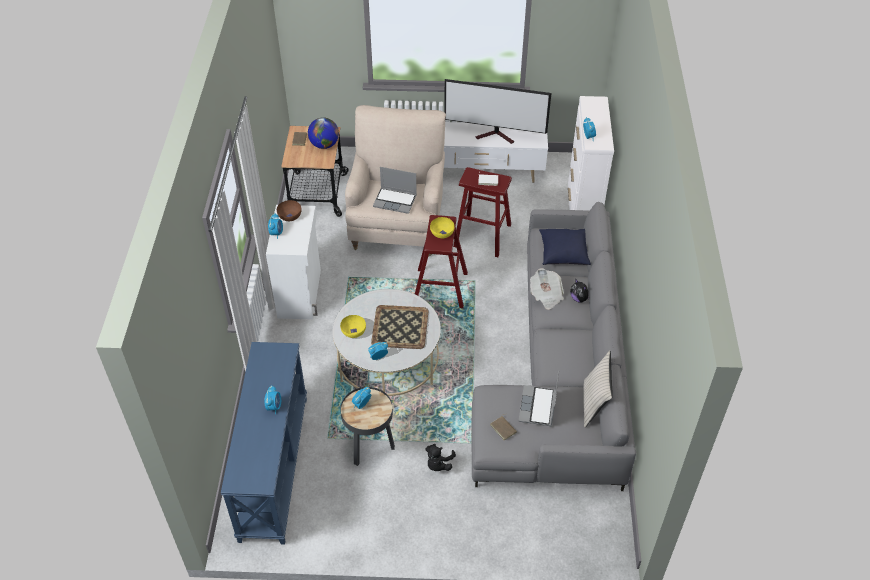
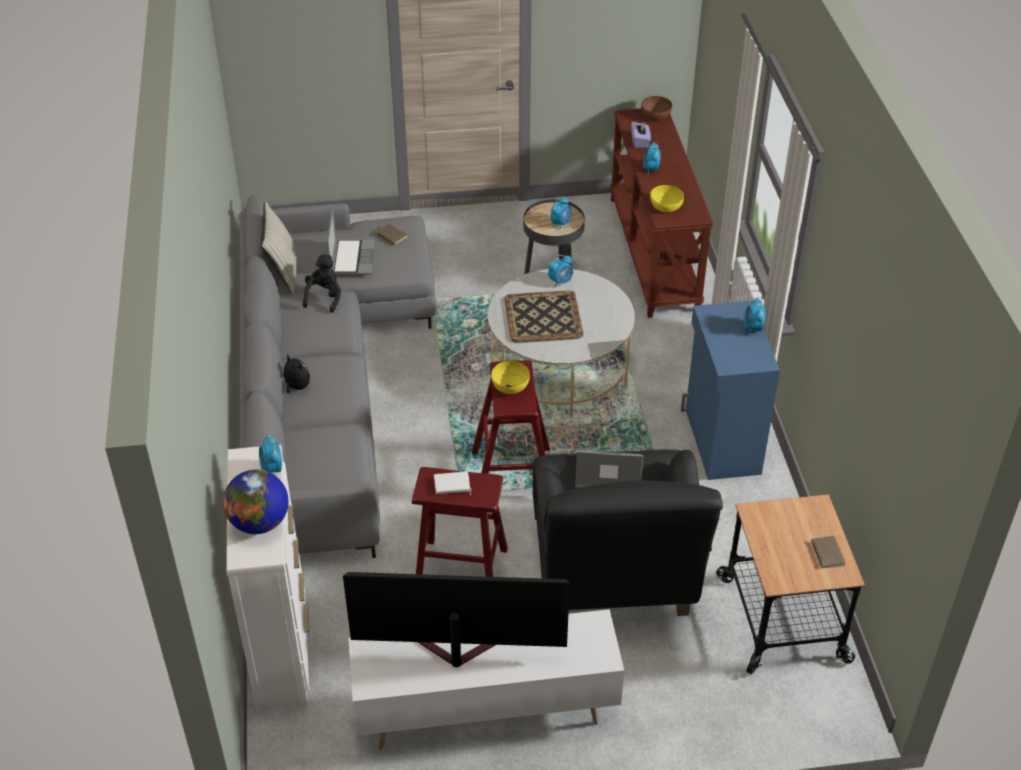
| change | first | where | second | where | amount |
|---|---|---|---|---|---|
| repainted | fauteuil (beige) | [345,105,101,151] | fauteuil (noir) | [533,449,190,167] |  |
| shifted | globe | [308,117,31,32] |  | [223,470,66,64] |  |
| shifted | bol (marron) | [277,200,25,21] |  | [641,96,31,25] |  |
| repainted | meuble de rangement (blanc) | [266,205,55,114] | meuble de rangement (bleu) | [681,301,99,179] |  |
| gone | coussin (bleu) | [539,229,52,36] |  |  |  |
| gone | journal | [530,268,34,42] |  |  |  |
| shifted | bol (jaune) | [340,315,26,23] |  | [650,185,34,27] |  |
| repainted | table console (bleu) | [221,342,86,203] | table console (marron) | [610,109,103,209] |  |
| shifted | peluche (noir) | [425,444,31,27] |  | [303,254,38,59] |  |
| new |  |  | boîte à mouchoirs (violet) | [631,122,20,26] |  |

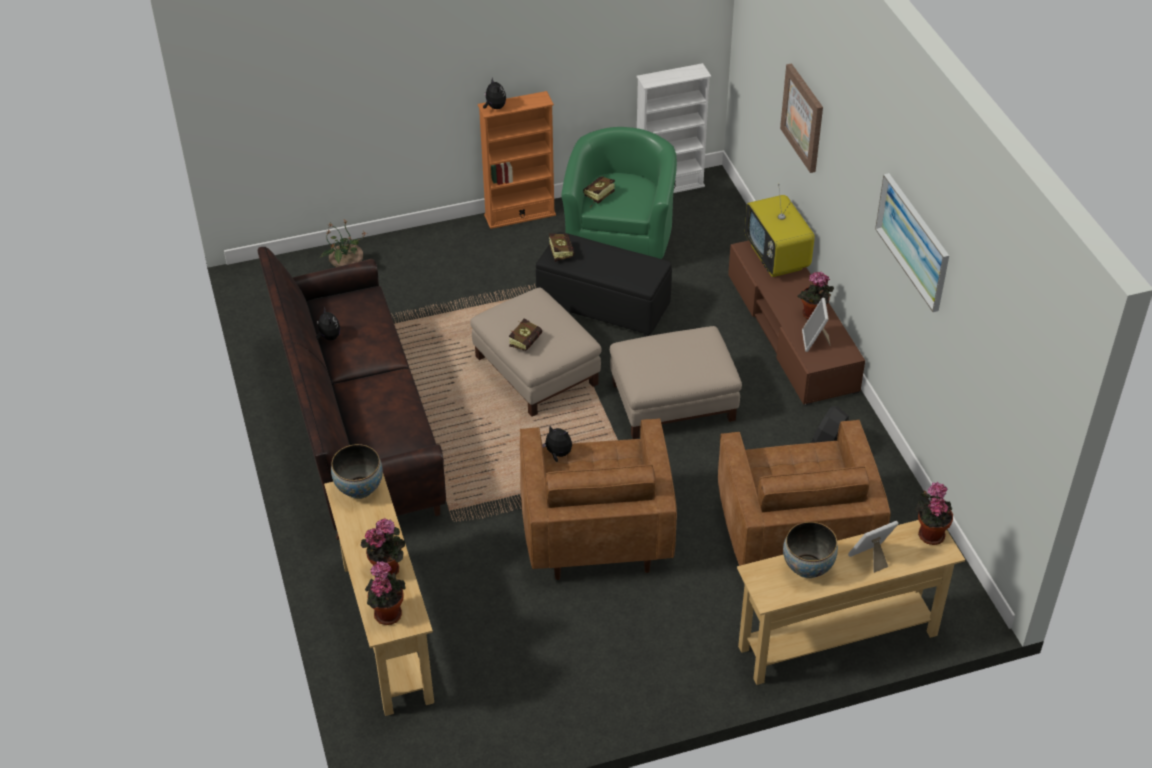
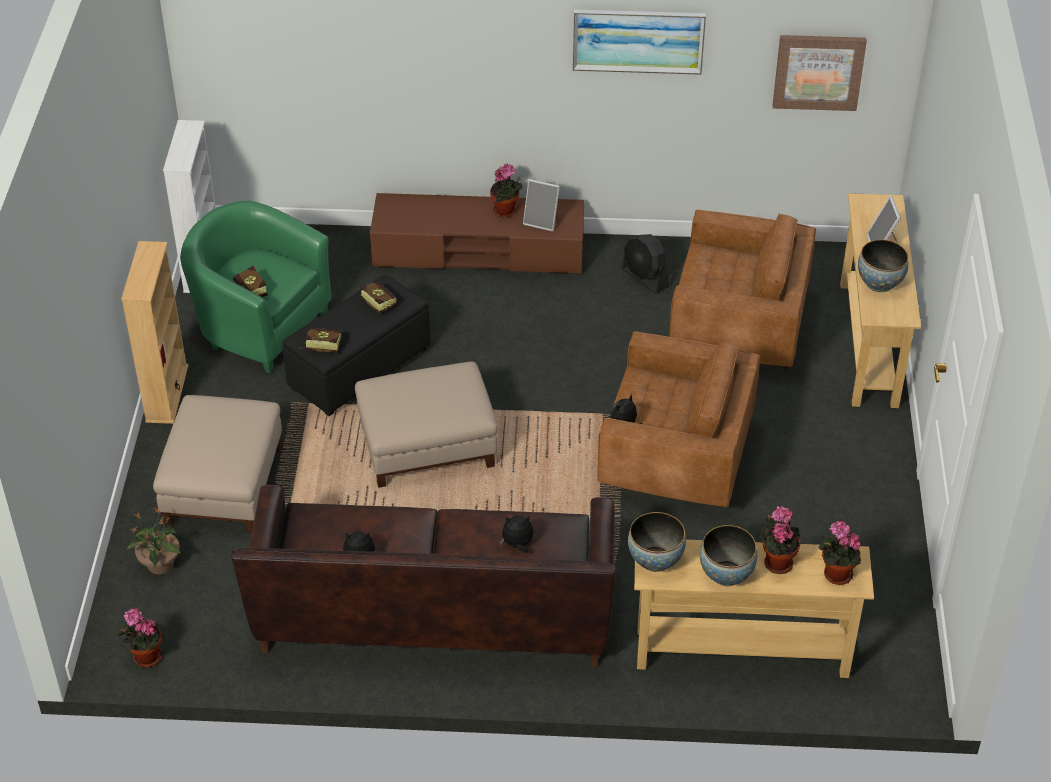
| change | first | where | second | where | amount |
|---|---|---|---|---|---|
| shifted | tableau | [780,63,43,110] |  | [773,35,94,76] |  |
| shifted | peluche | [483,77,23,32] |  | [500,516,33,37] |  |
| repainted | bibliothèque (orange) | [478,91,78,138] | bibliothèque (beige) | [121,241,67,183] |  |
| gone | téléviseur | [745,184,70,93] |  |  |  |
| shifted | livre | [509,318,33,33] |  | [360,281,38,34] |  |
| shifted | pouf (beige) | [610,326,132,113] |  | [153,395,129,138] |  |
| shifted | plante en pot | [916,482,37,63] |  | [118,608,44,59] |  |
| new |  |  | bol | [700,525,57,61] |  |

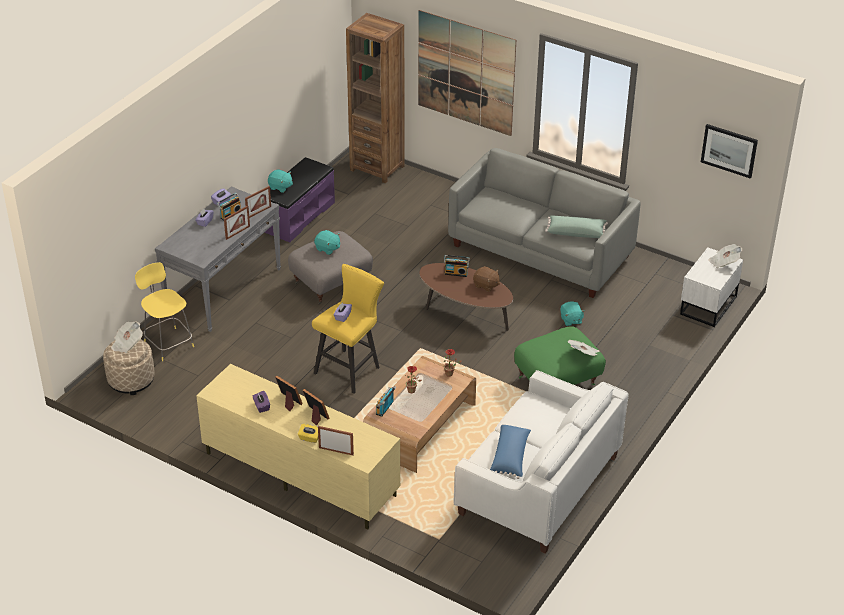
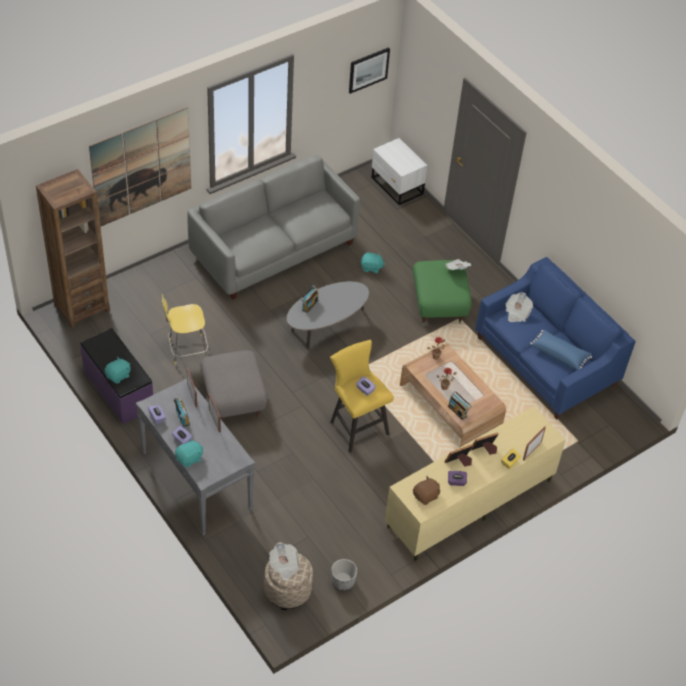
| change | first | where | second | where | amount |
|---|---|---|---|---|---|
| gone | coussin (vert) | [545,216,63,22] |  |  |  |
| shifted | peluche (turquoise) | [314,230,26,25] |  | [175,438,28,29] |  |
| shifted | journal | [708,244,35,24] |  | [506,292,27,30] |  |
| shifted | tabouret (jaune) | [135,262,59,99] |  | [162,294,46,71] |  |
| repainted | table basse (marron) | [419,263,94,68] | table basse (gris) | [286,281,83,69] |  |
| shifted | peluche (marron) | [473,266,27,26] |  | [413,476,28,29] |  |
| repainted | canapé (blanc) | [453,370,176,184] | canapé (bleu) | [475,257,161,162] |  |
| new |  |  | cache-pot | [331,559,26,31] |  |

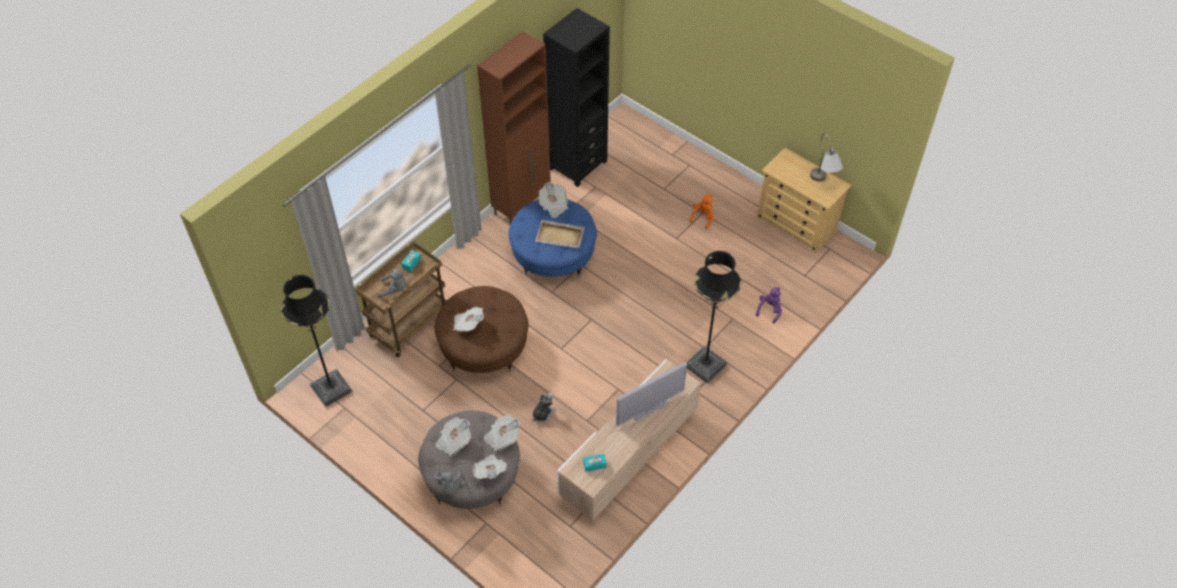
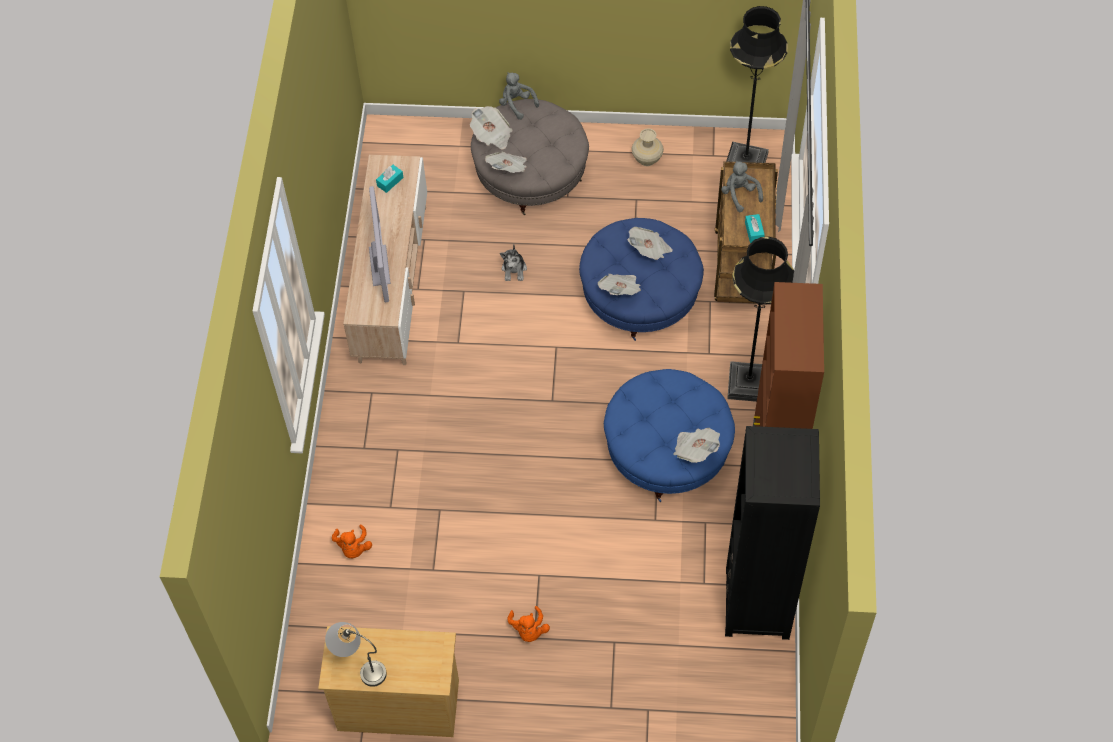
| change | first | where | second | where | amount |
|---|---|---|---|---|---|
| gone | plateau (beige) | [535,220,50,28] |  |  |  |
| shifted | lampadaire (noir) | [686,251,55,133] |  | [727,237,67,165] |  |
| rotated | peluche (gris) | [377,269,29,28] |  | [721,160,42,52] | 90 degrees clockwise |
| repainted | pouf (marron) | [434,286,95,87] | pouf (bleu) | [579,218,125,123] |  |
| repainted | peluche (violet) | [756,287,26,37] | peluche (orange) | [332,525,40,34] |  |
| rotated | téléviseur | [616,362,71,64] |  | [369,186,22,116] | 150 degrees clockwise |
| shifted | journal | [435,417,36,39] |  | [598,274,43,21] |  |
| new |  |  | vase (beige) | [632,128,32,38] |  |

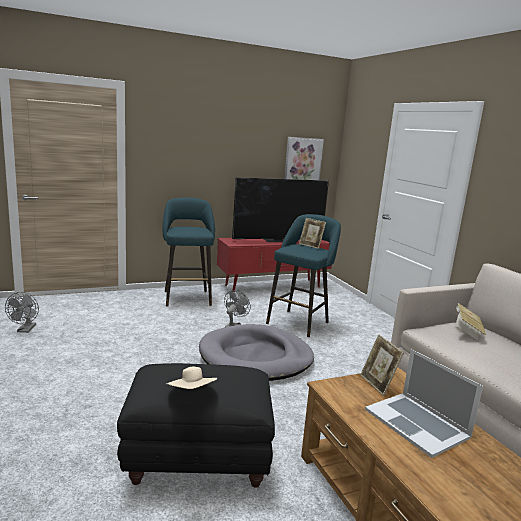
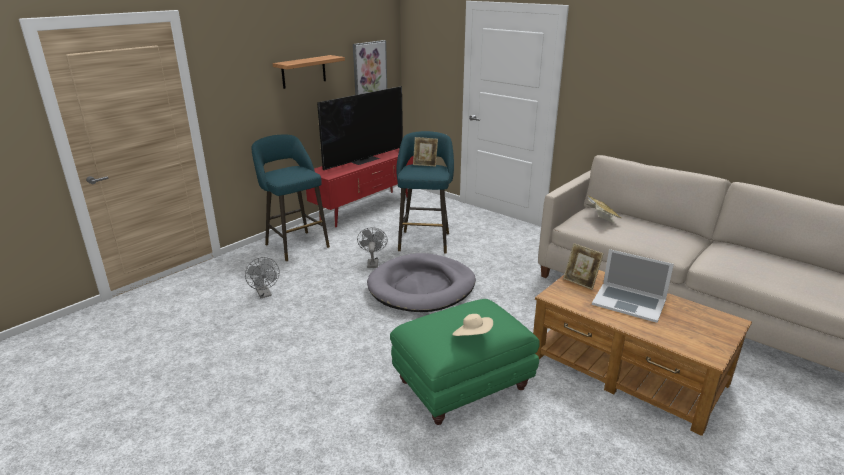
| change | first | where | second | where | amount |
|---|---|---|---|---|---|
| shifted | ventilateur (gris) | [5,292,34,41] |  | [245,257,35,41] |  |
| repainted | pouf (noir) | [117,363,158,125] | pouf (vert) | [390,299,149,126] |  |
| new |  |  | étagère | [273,55,72,34] |  |

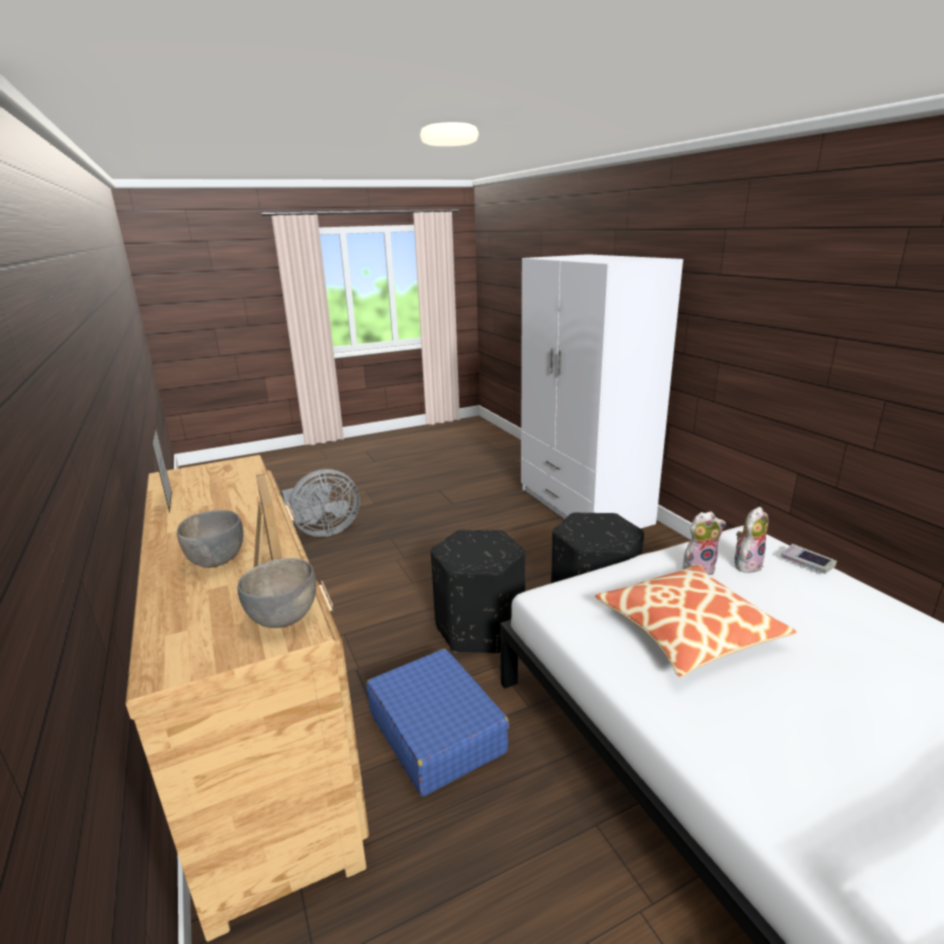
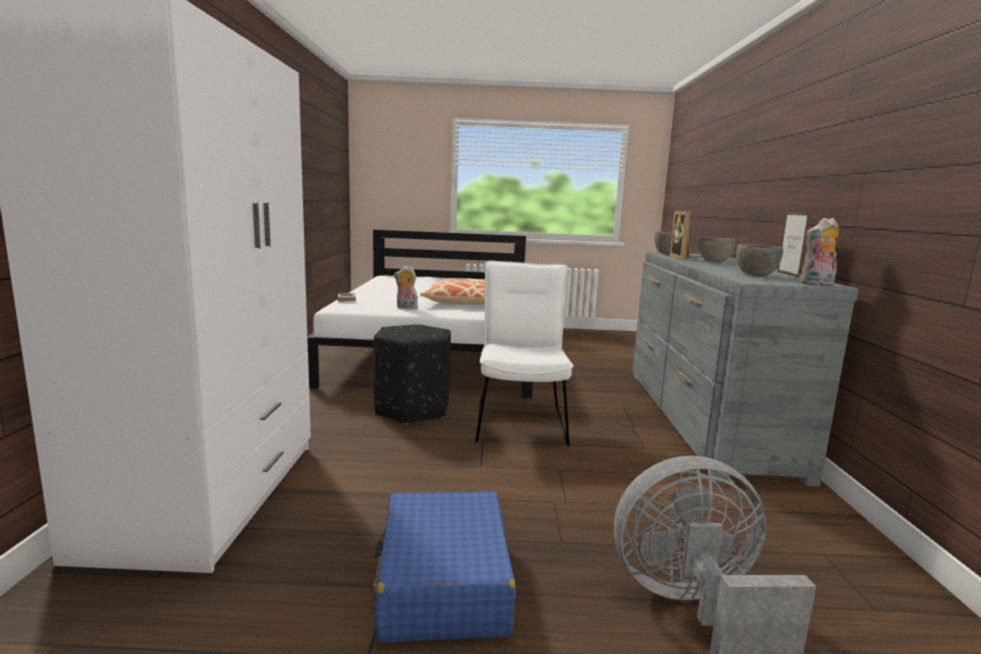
| change | first | where | second | where | amount |
|---|---|---|---|---|---|
| repainted | commode (marron) | [126,455,243,486] | commode (gris) | [633,252,225,235] |  |
| shifted | peluche | [734,507,35,66] |  | [800,218,39,67] |  |
| swapped | pouf (noir) | [431,530,94,123] | chaise (blanc) | [475,260,98,186] |  |
| shifted | valise (bleu) | [366,649,143,147] |  | [373,491,143,151] |  |
| new |  |  | bol (gris) | [736,244,47,32] |  |

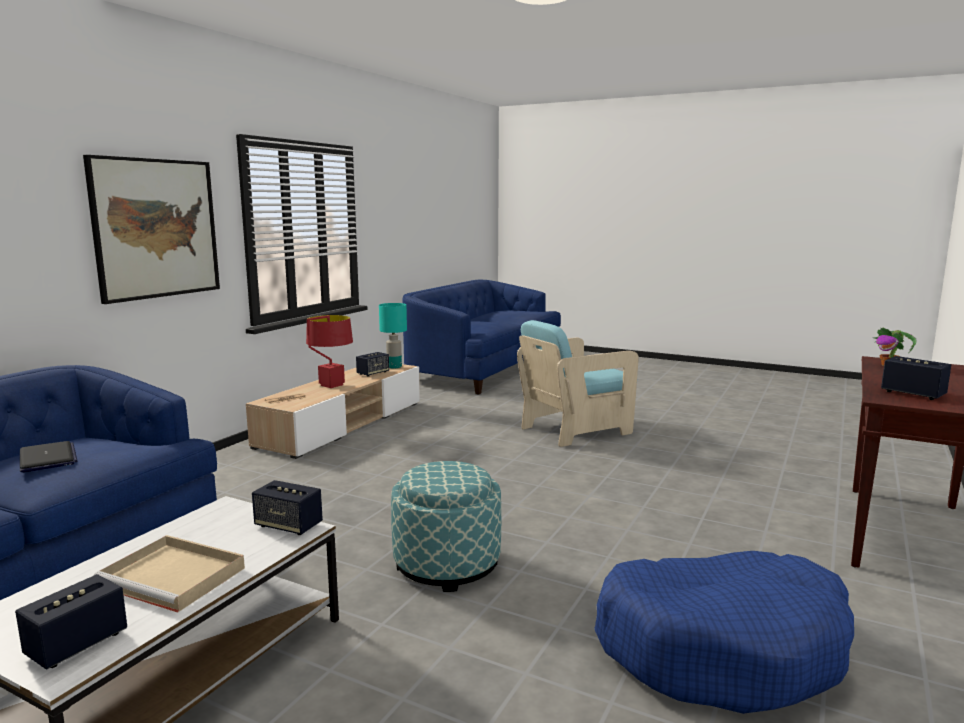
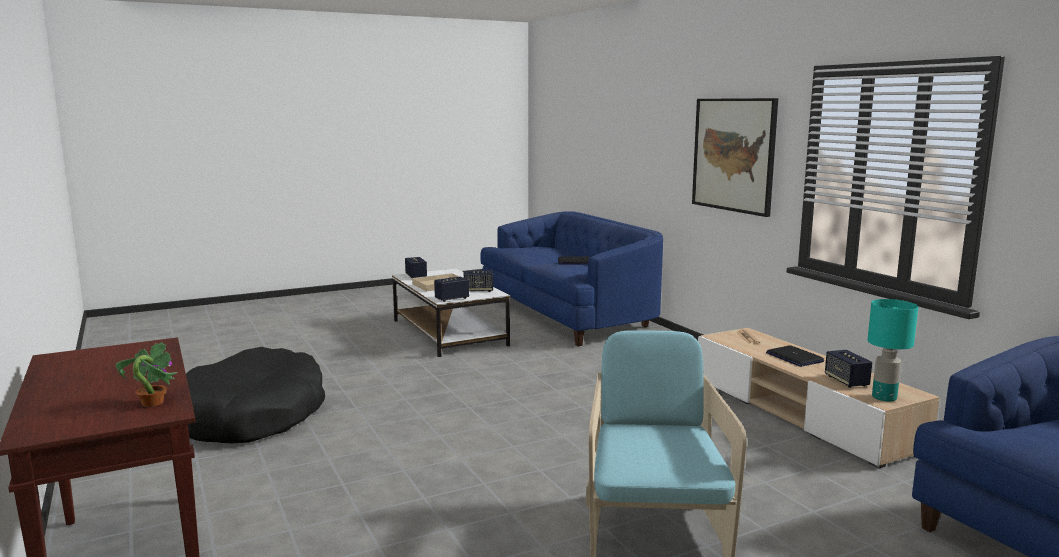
| change | first | where | second | where | amount |
|---|---|---|---|---|---|
| swapped | lampe de table (rouge) | [306,315,47,73] | ordinateur portable | [766,345,58,22] |  |
| shifted | enceinte | [881,356,70,44] |  | [464,270,29,22] |  |
| gone | pouf | [391,461,110,131] |  |  |  |
| repainted | panier pour chien (bleu) | [594,551,260,163] | panier pour chien (noir) | [186,347,139,96] |  |

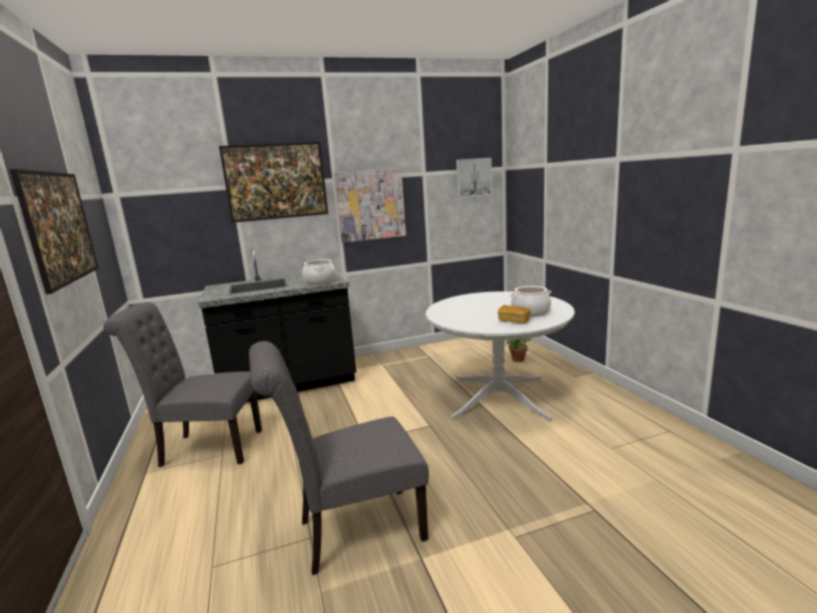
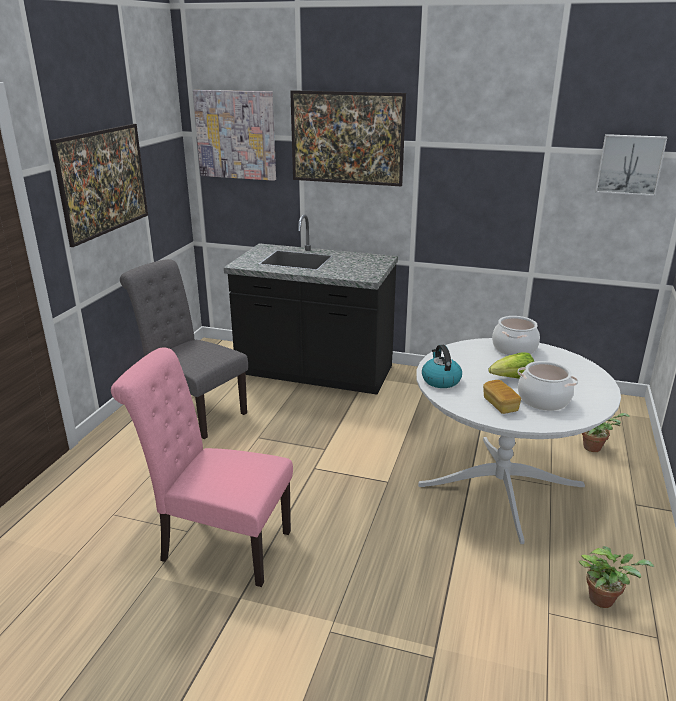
| change | first | where | second | where | amount |
|---|---|---|---|---|---|
| shifted | tableau | [335,169,71,74] |  | [193,90,83,91] |  |
| shifted | marmite | [302,259,34,26] |  | [492,316,48,39] |  |
| repainted | chaise (gris) | [249,341,180,234] | chaise (rose) | [111,348,182,239] |  |
| new |  |  | bouilloire | [422,345,40,43] |  |
| new |  |  | laitue | [488,352,46,26] |  |
| new |  |  | plante en pot | [579,546,75,62] |  |

